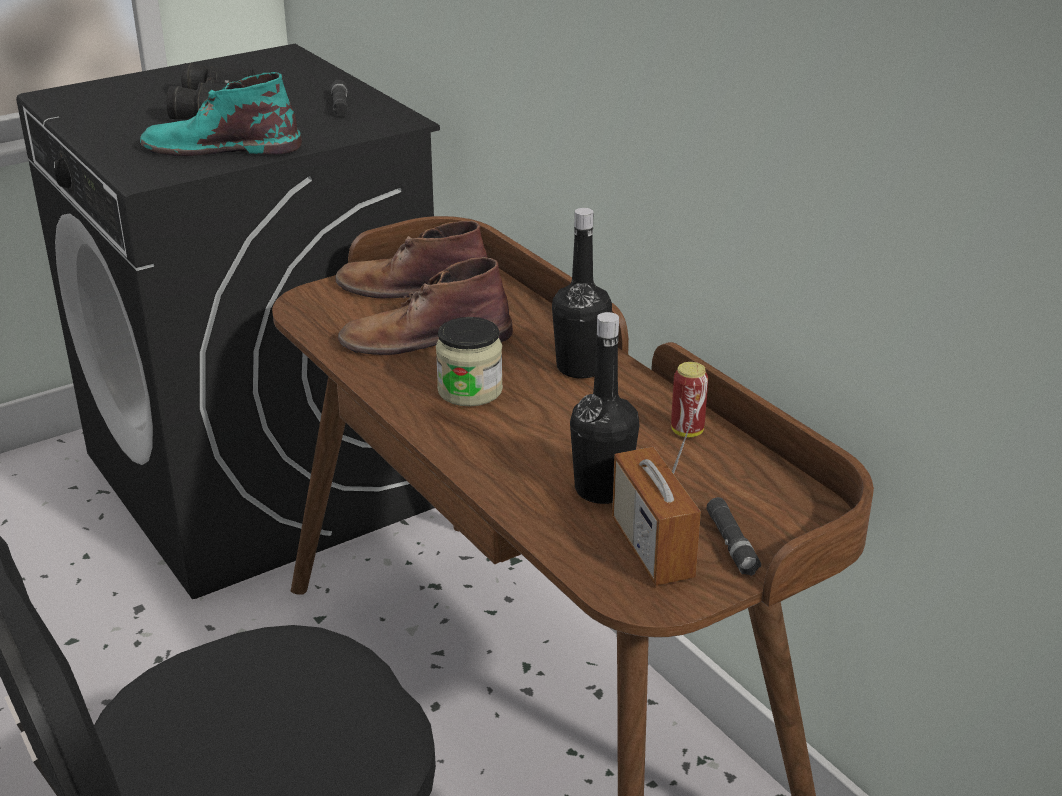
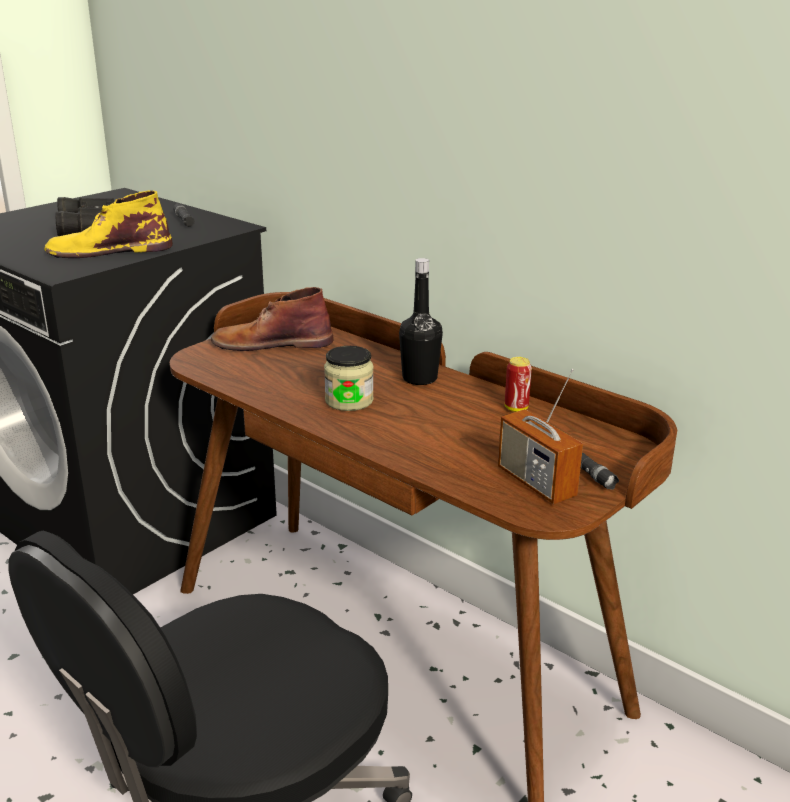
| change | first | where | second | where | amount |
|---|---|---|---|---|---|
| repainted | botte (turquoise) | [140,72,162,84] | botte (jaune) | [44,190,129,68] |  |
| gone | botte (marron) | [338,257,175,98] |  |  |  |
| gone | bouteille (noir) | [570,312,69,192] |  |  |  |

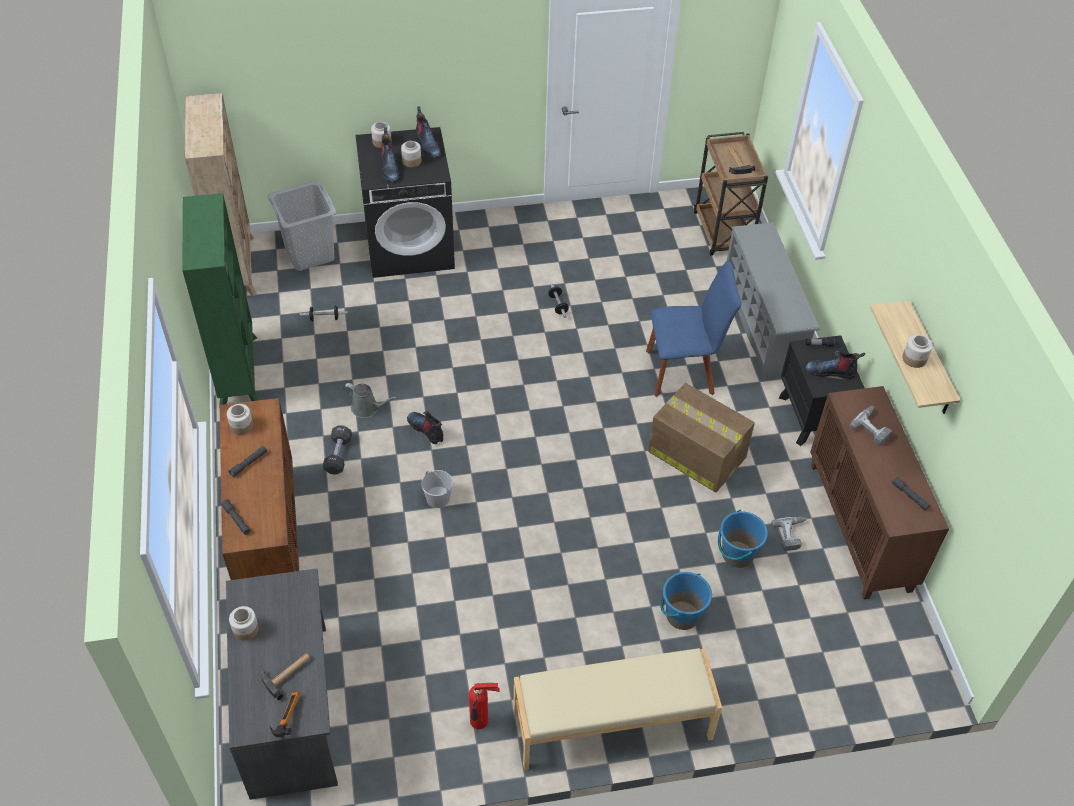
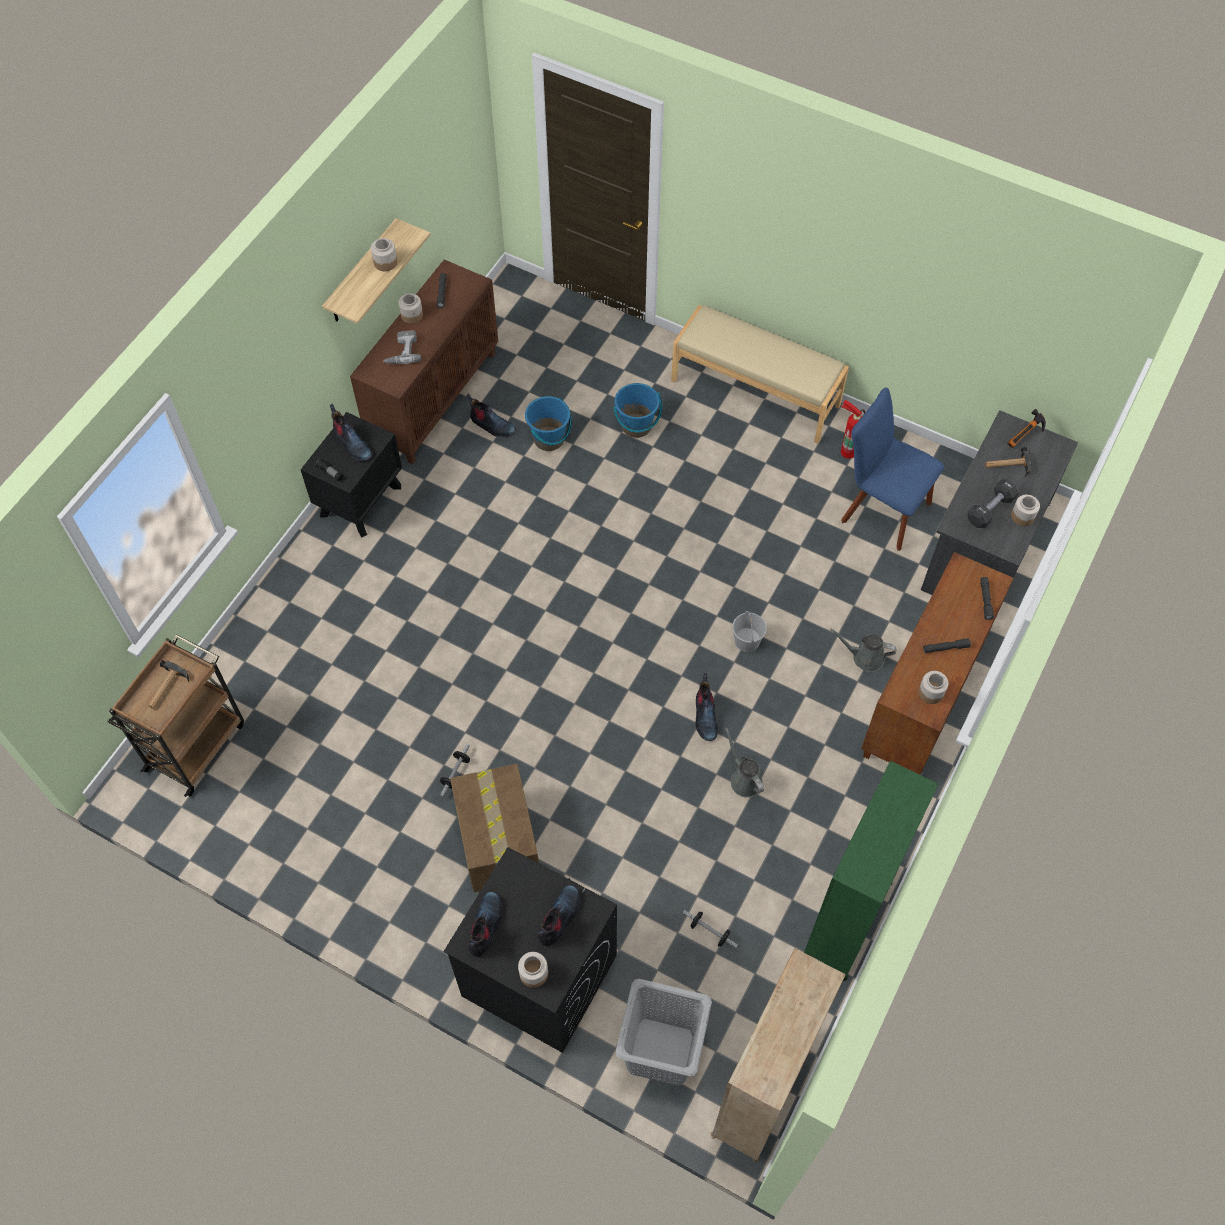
| change | first | where | second | where | amount |
|---|---|---|---|---|---|
| shifted | bocal | [401,141,21,26] |  | [399,293,24,31] |  |
| gone | étagère à chaussures (gris) | [727,222,93,159] |  |  |  |
| shifted | chaise (bleu) | [646,261,96,136] |  | [841,388,103,163] |  |
| shifted | carton | [648,383,107,110] |  | [450,764,89,128] |  |
| shifted | haltère (noir) | [323,425,29,50] |  | [967,479,52,49] |  |
| swapped | perceuse | [771,517,36,34] | botte | [466,394,50,43] |  |
| new |  |  | arrosoir (gris) | [830,629,67,43] |  |

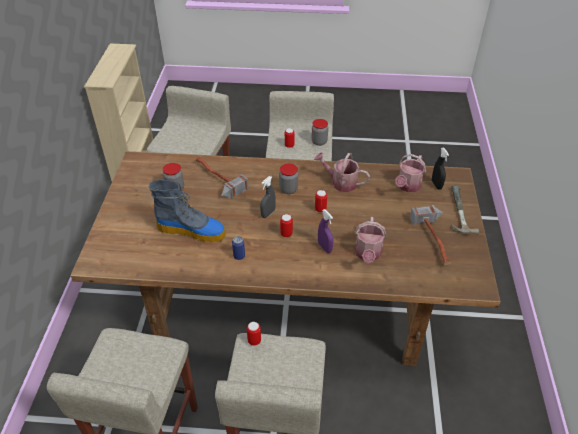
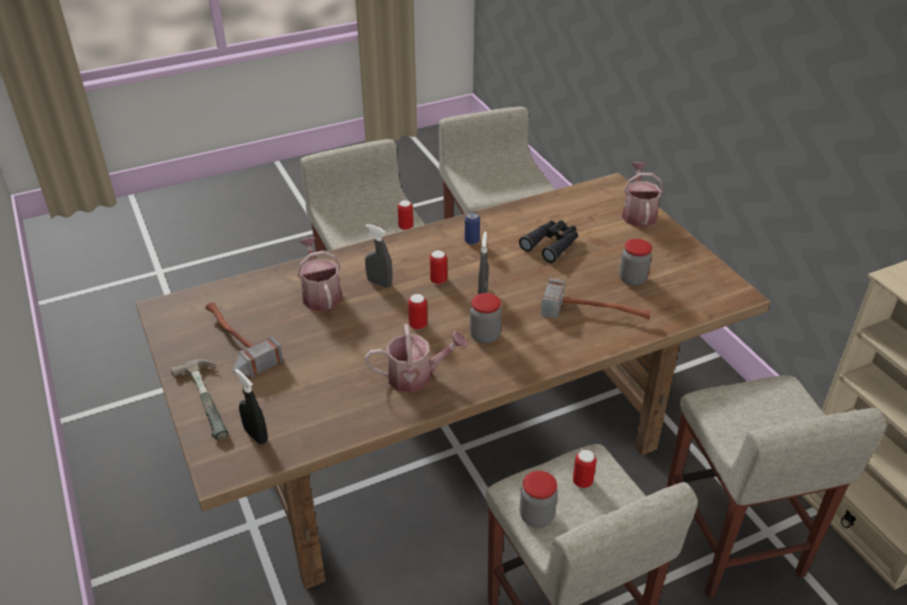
| change | first | where | second | where | amount |
|---|---|---|---|---|---|
| shifted | arrosoir | [395,154,31,38] |  | [622,162,42,65] |  |
| swapped | botte | [149,180,77,63] | jumelles (noir) | [519,220,59,43] |  |
| repainted | vaporisateur (violet) | [318,209,15,44] | vaporisateur (gris) | [365,224,28,64] |  |

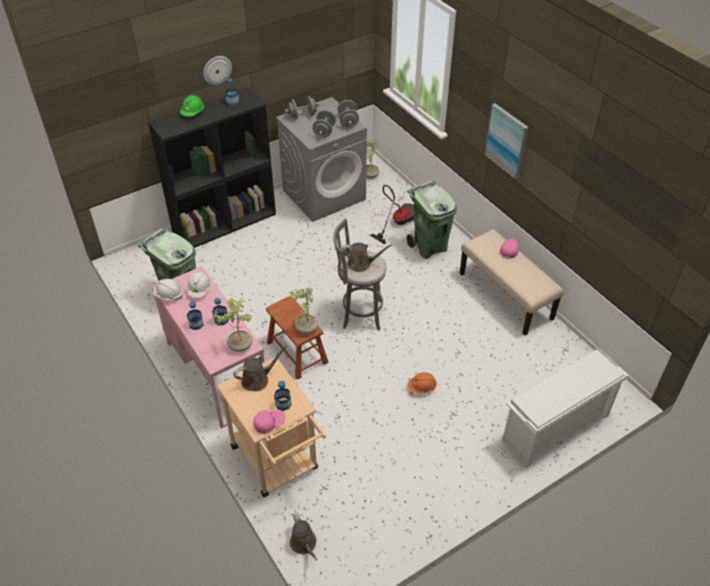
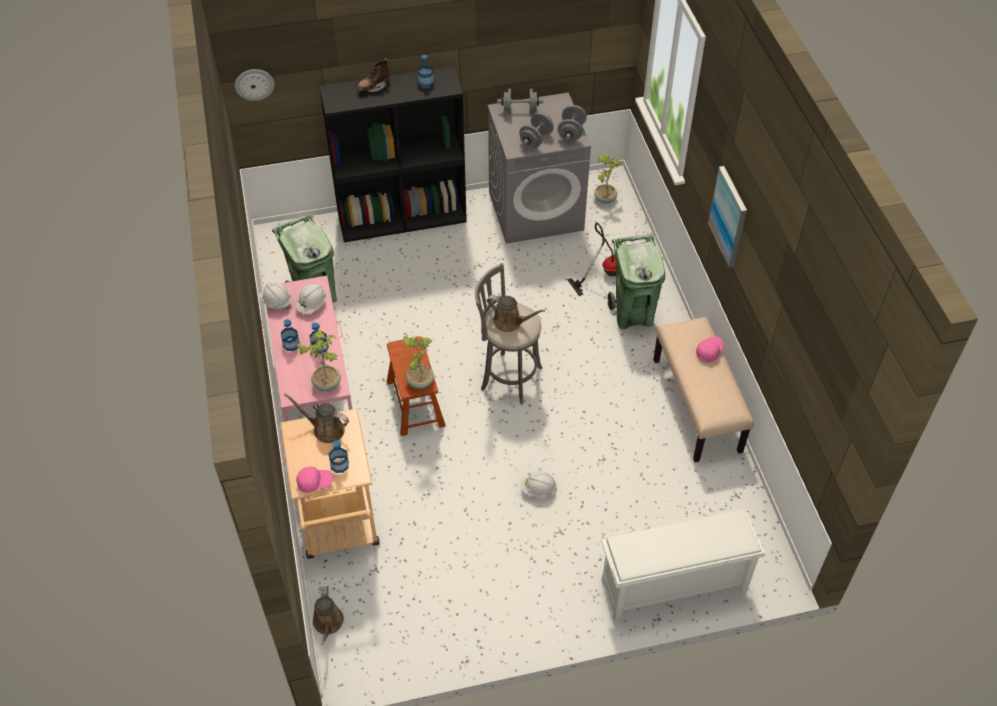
| change | first | where | second | where | amount |
|---|---|---|---|---|---|
| shifted | horloge murale | [203,56,29,29] |  | [235,69,40,32] |  |
| swapped | casque de chantier (vert) | [180,95,24,22] | botte (marron) | [357,58,33,34] |  |
| rotated | arrosoir (marron) | [233,345,55,46] |  | [284,394,65,49] | 150 degrees counterclockwise |
| repainted | casque de chantier (orange) | [408,372,29,22] | casque de chantier (blanc) | [521,471,36,27] |  |

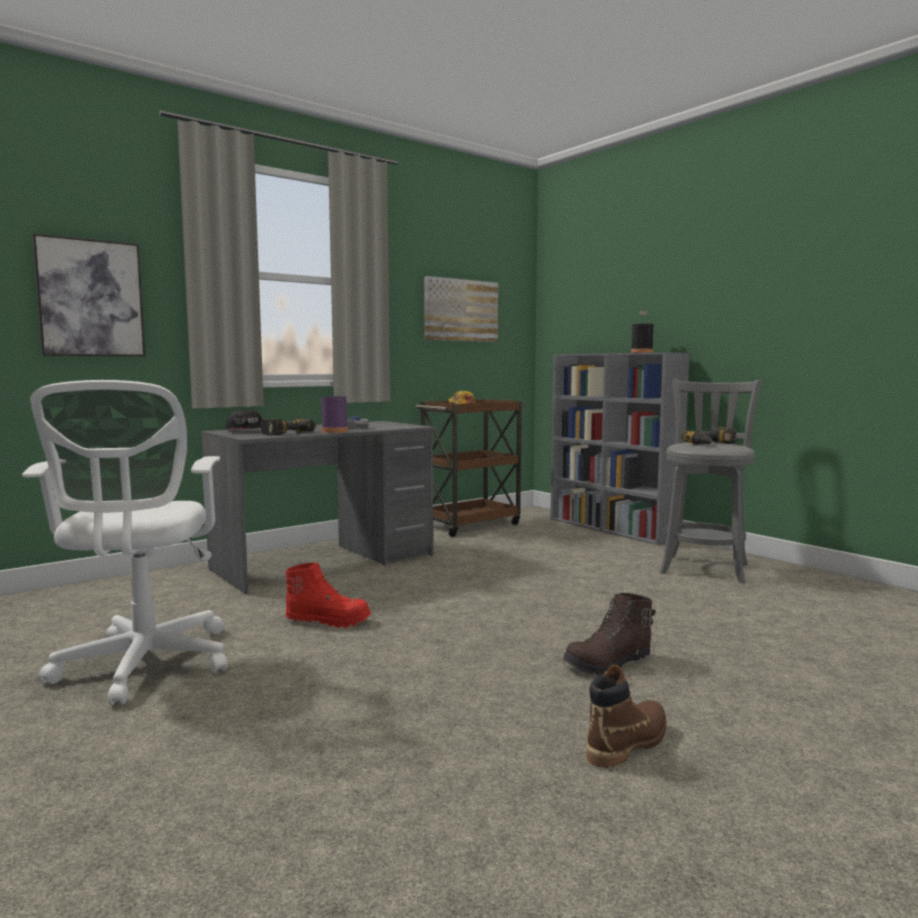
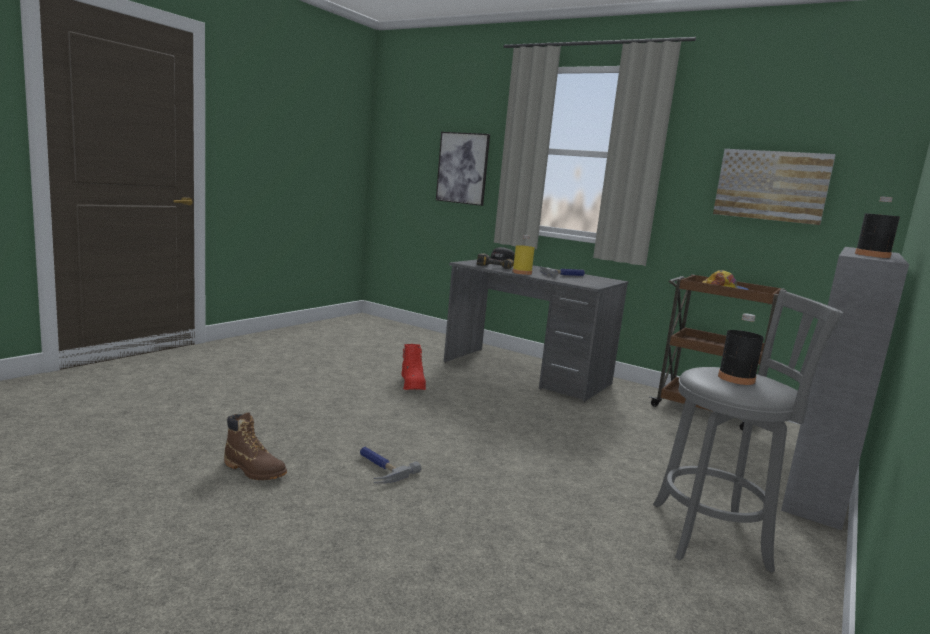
| change | first | where | second | where | amount |
|---|---|---|---|---|---|
| gone | chaise de bureau (blanc) | [22,380,205,325] |  |  |  |
| repainted | bouteille (violet) | [321,382,27,51] | bouteille (jaune) | [513,235,22,40] |  |
| swapped | perceuse | [682,427,54,18] | bouteille (noir) | [718,313,46,72] |  |
| swapped | botte (marron) | [562,593,94,83] | marteau | [360,447,61,37] |  |

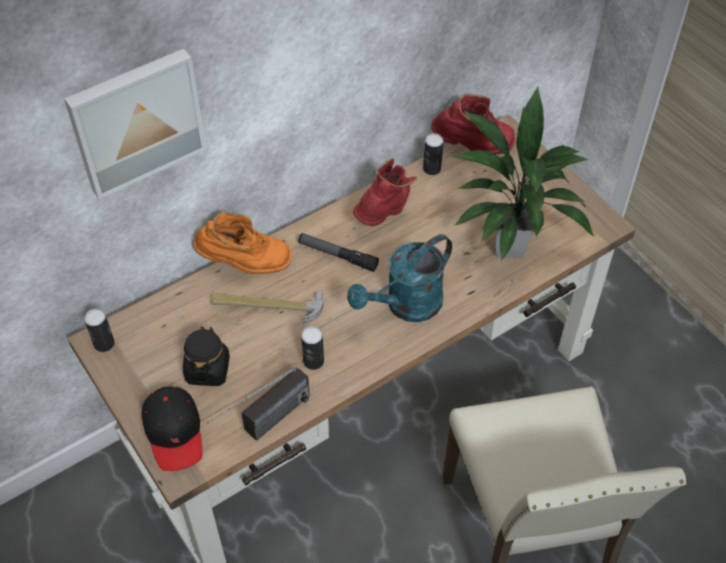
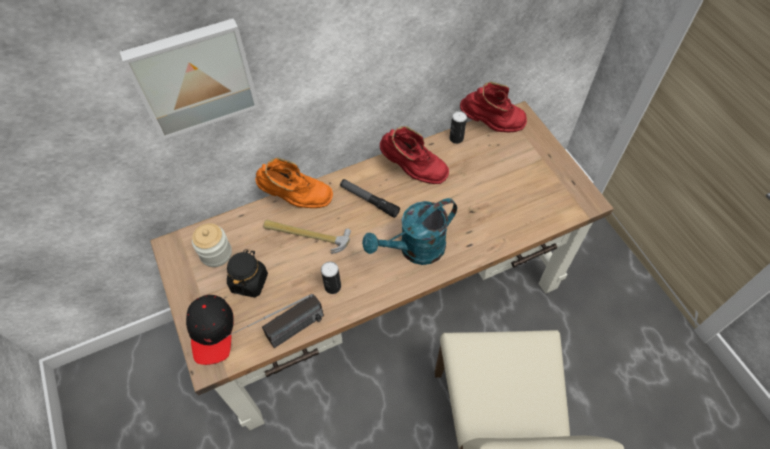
| change | first | where | second | where | amount |
|---|---|---|---|---|---|
| gone | plante en pot | [453,86,141,175] |  |  |  |
| rotated | botte (rouge) | [353,158,64,68] |  | [380,126,69,58] | 75 degrees clockwise |
| gone | boîte métallique | [84,308,31,44] |  |  |  |
| new |  |  | bocal | [192,223,40,44] |  |

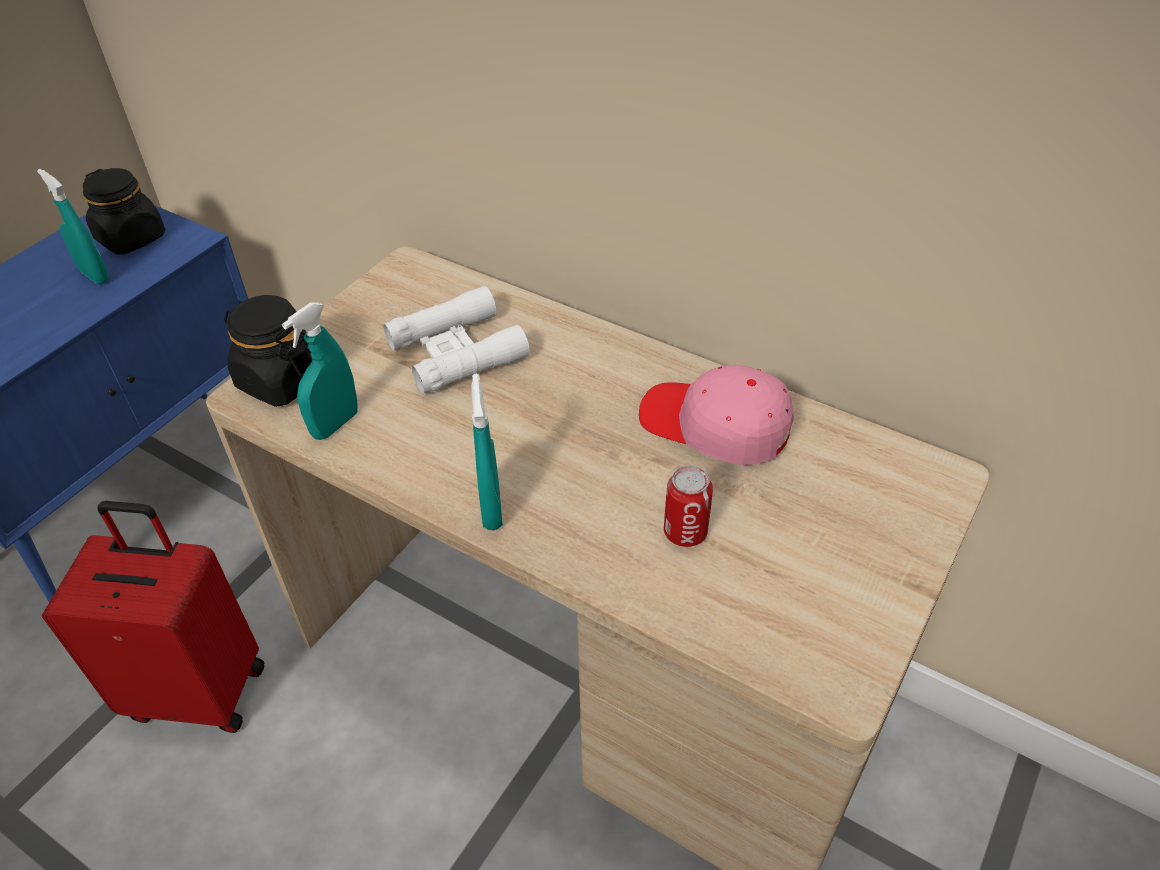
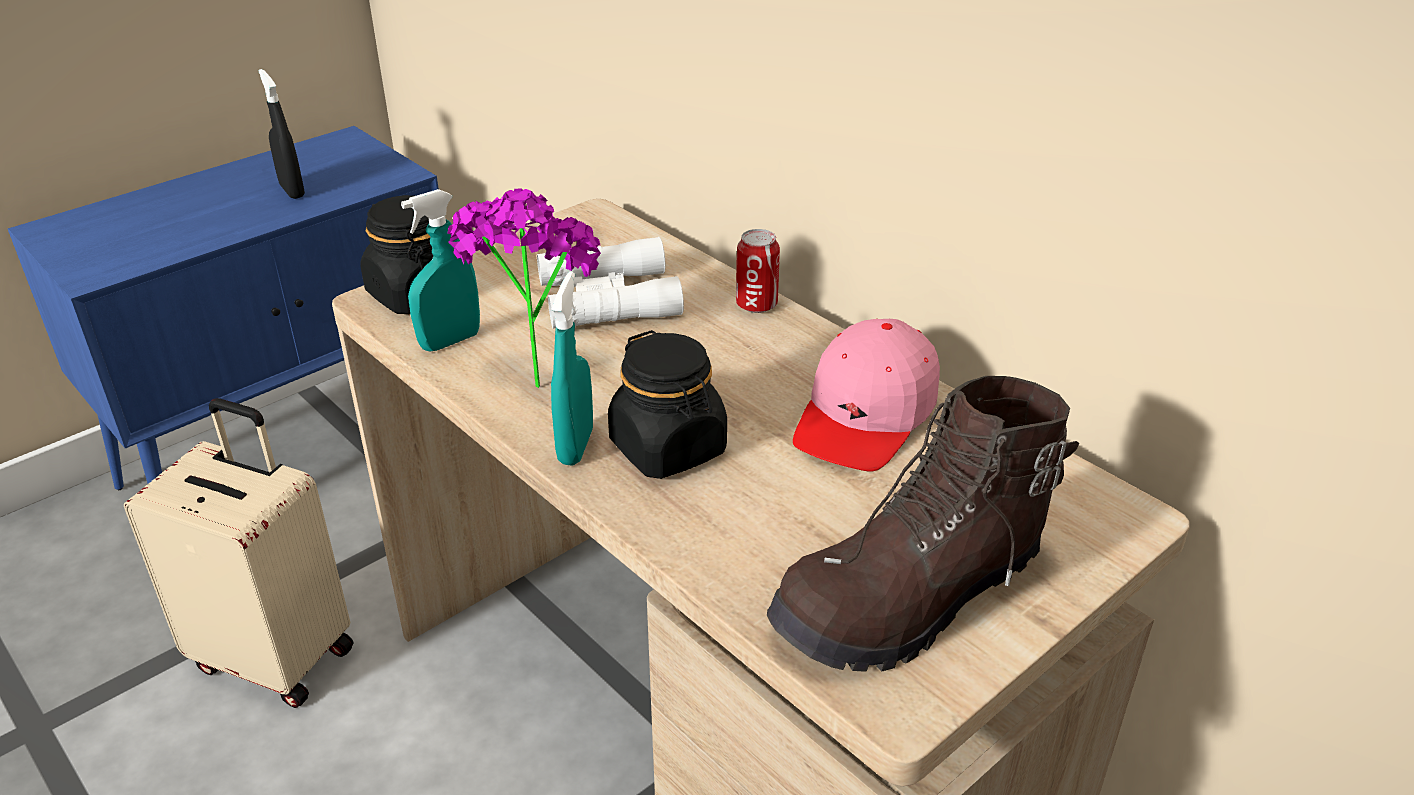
| change | first | where | second | where | amount |
|---|---|---|---|---|---|
| shifted | bocal (noir) | [83,168,82,87] |  | [608,330,119,149] |  |
| repainted | vaporisateur (turquoise) | [37,169,72,115] | vaporisateur (noir) | [259,69,46,130] |  |
| rotated | casquette (rose) | [639,365,155,100] |  | [793,319,147,153] | 105 degrees counterclockwise |
| shifted | boîte métallique | [664,465,49,82] |  | [736,229,44,84] |  |
| repainted | valise (rouge) | [42,501,222,232] | valise (beige) | [124,398,229,310] |  |
| new |  |  | plante en pot | [447,188,154,200] |  |
| new |  |  | botte (marron) | [767,376,312,296] |  |

